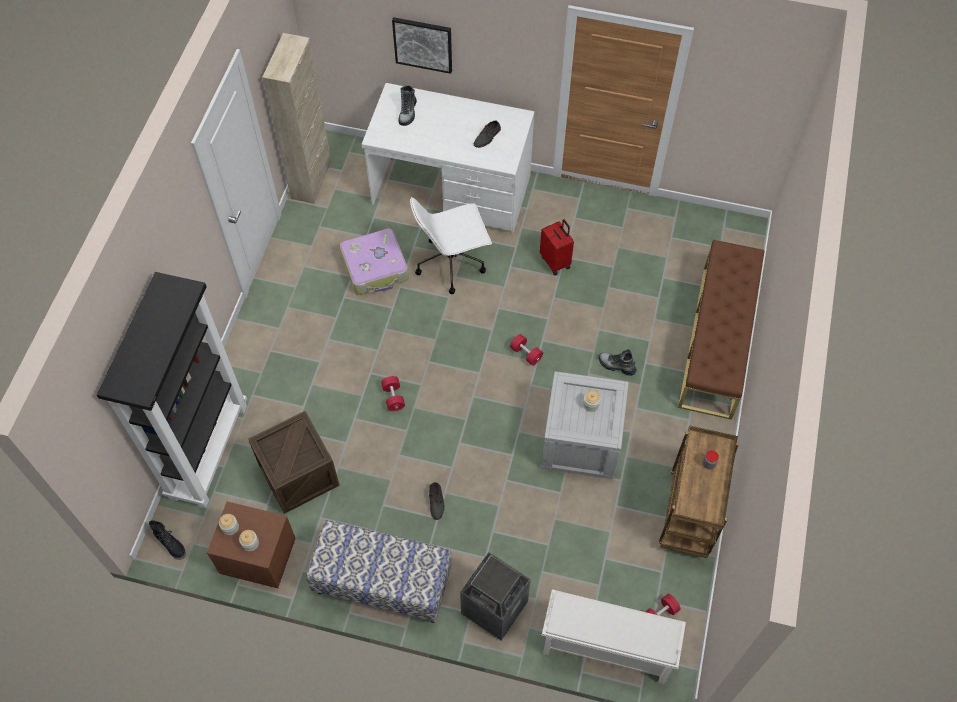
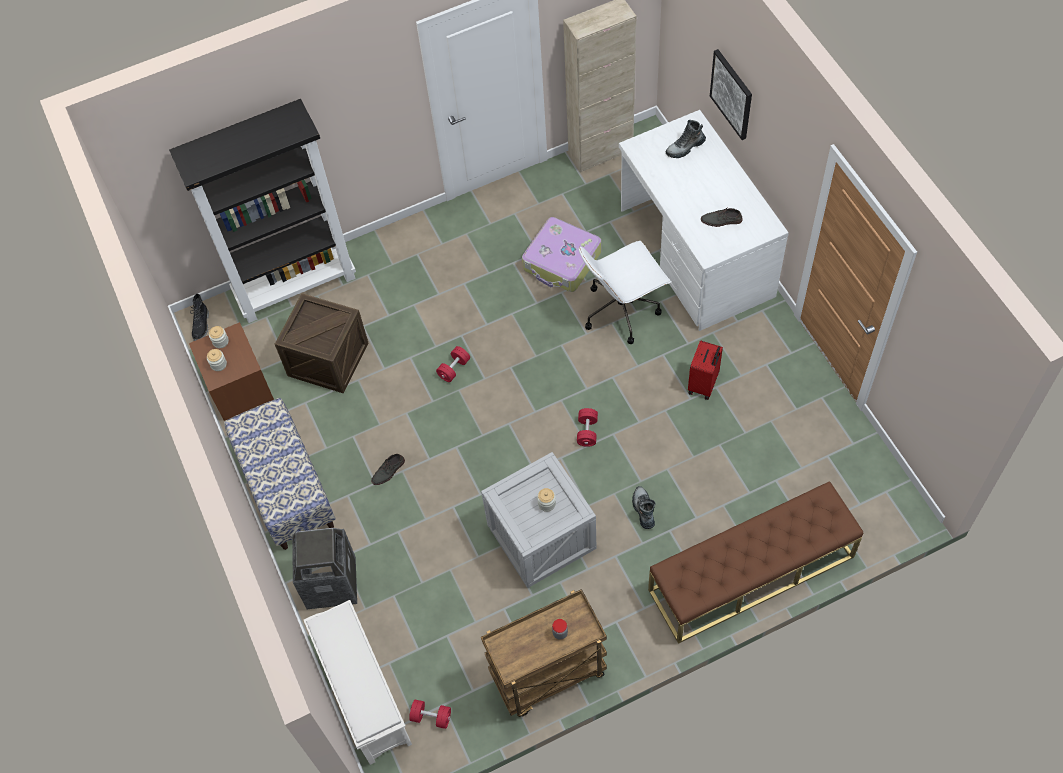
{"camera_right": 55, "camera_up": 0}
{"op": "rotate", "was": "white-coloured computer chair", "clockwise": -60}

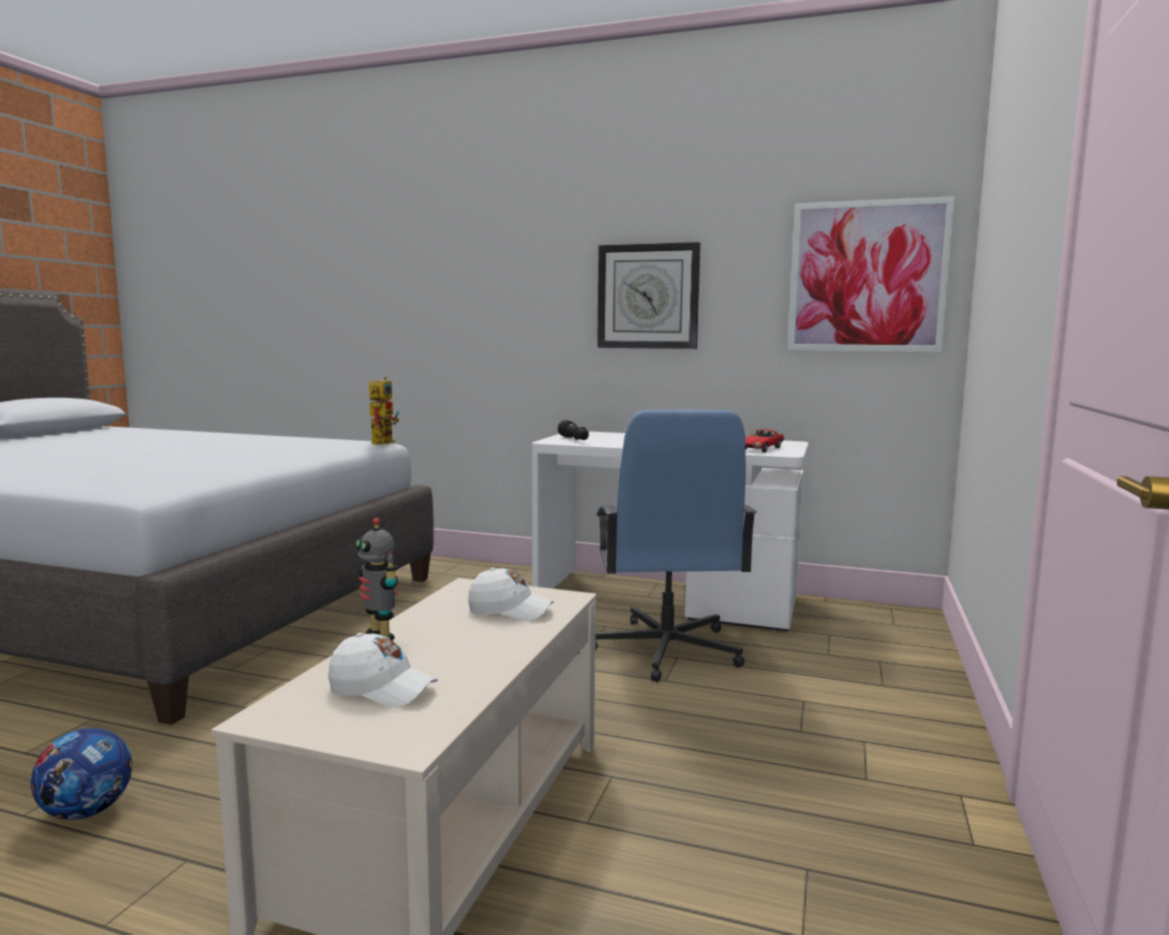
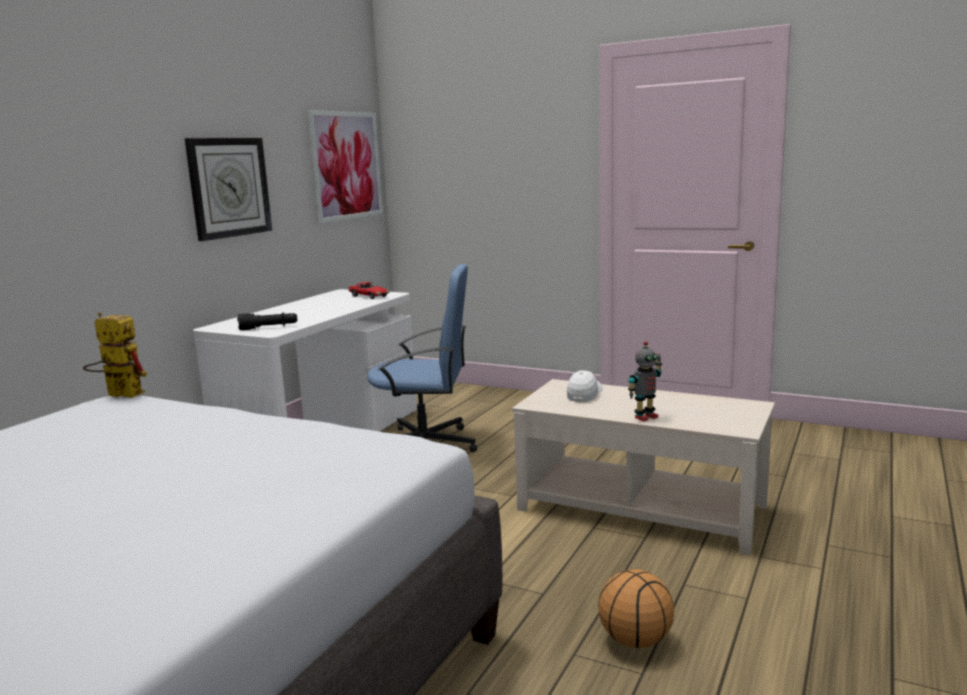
{"camera_right": -80, "camera_up": 5}
{"op": "replace", "was": "ball for football", "now": "basketball ball"}
{"op": "delete", "was": "white-coloured cap (1st from left)"}

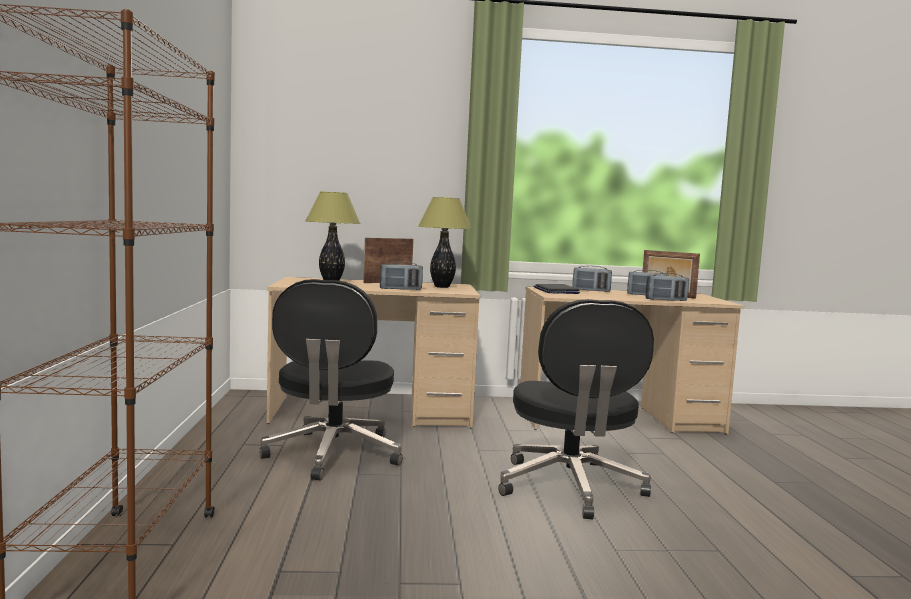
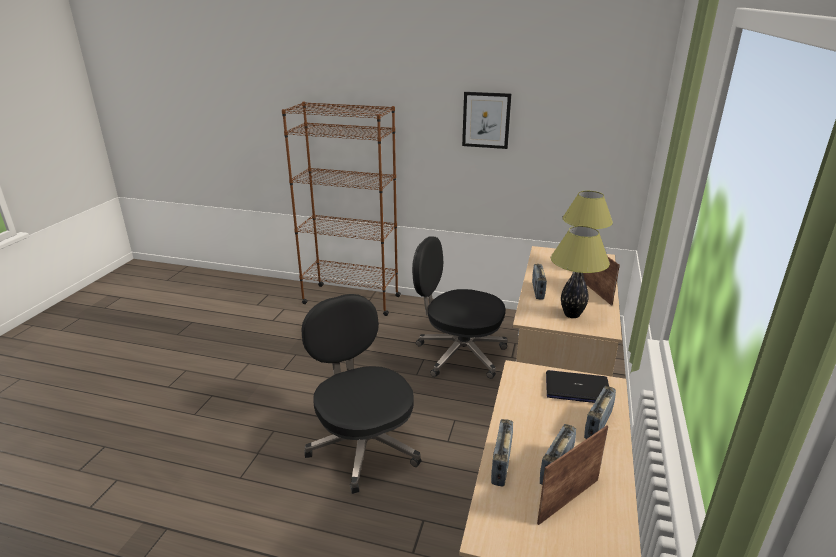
{"camera_right": 110, "camera_up": 20}
{"op": "rotate", "was": "blackish computer chair (2nd from left in the first image)", "clockwise": 45}
{"op": "insert", "now": "picture"}

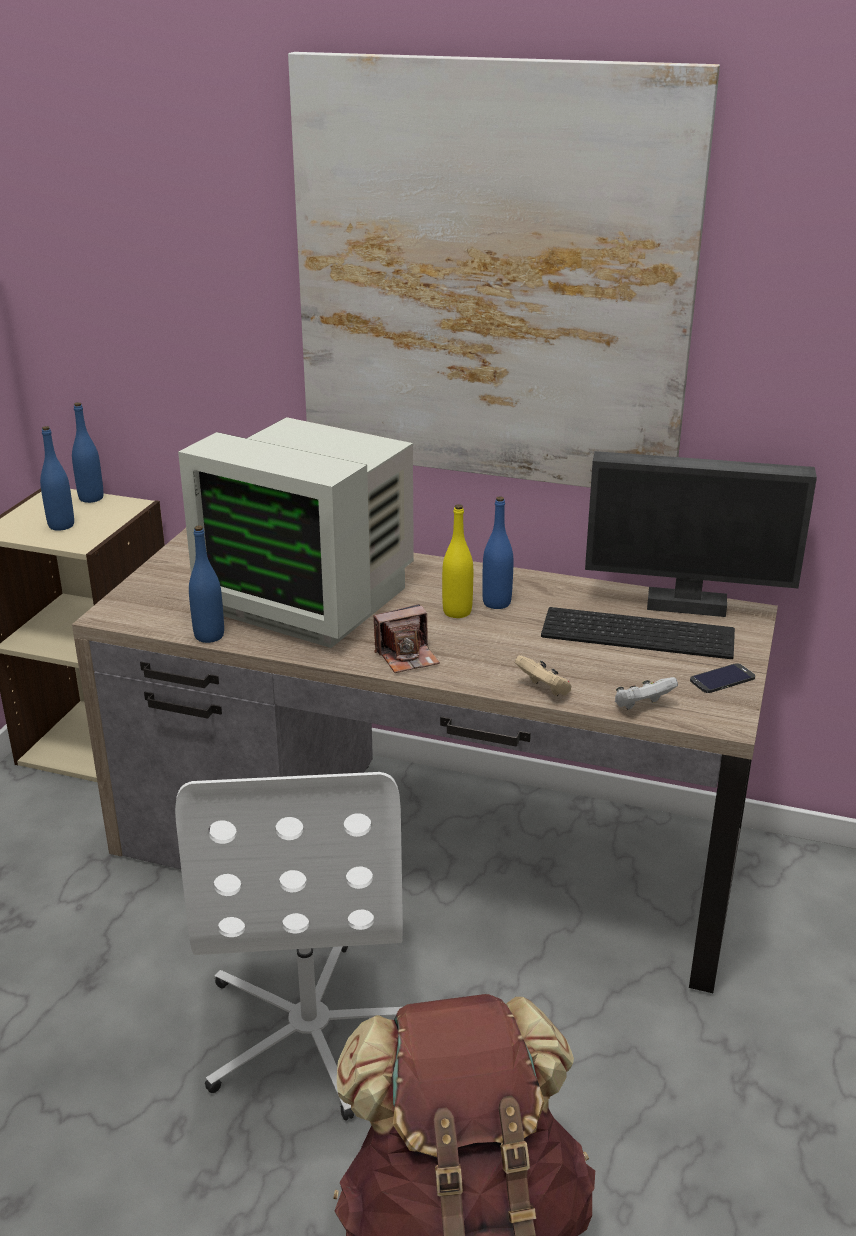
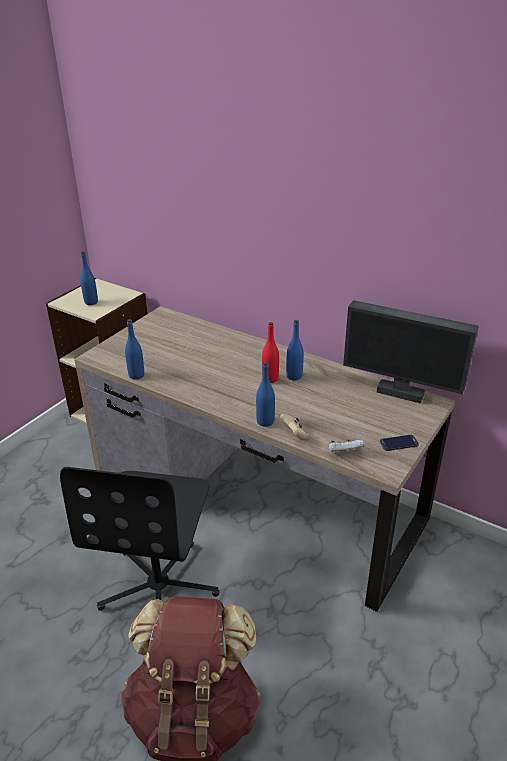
{"camera_right": 15, "camera_up": 5}
{"op": "move", "was": "blue-coloured bottle (2nd from left in the first image)", "now": "blue-coloured bottle (3rd from left)"}
{"op": "recolor", "was": "white-coloured computer chair", "now": "blackish computer chair"}
{"op": "delete", "was": "computer screen (1st from left)"}
{"op": "delete", "was": "picture"}
{"op": "delete", "was": "still camera"}
{"op": "recolor", "was": "yellow bottle", "now": "reddish bottle"}
{"op": "delete", "was": "computer keyboard"}

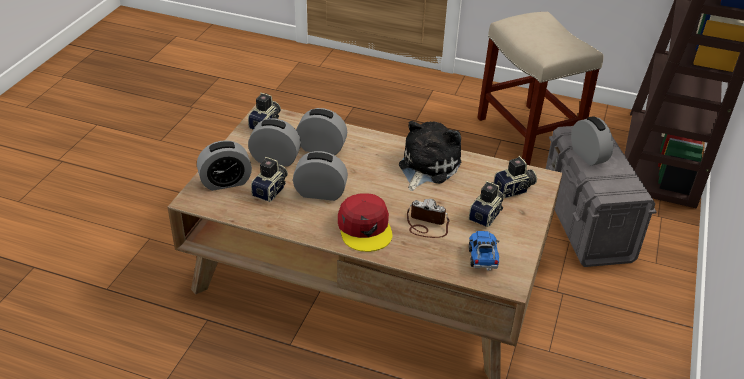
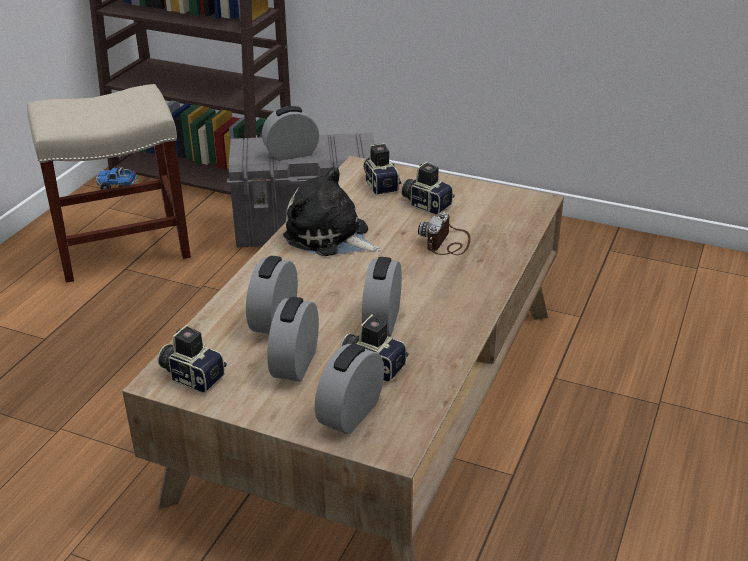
{"camera_right": -85, "camera_up": -5}
{"op": "rotate", "was": "alarm clock (1st from left in the first image)", "clockwise": -135}
{"op": "delete", "was": "reddish cap"}
{"op": "move", "was": "toy truck"}

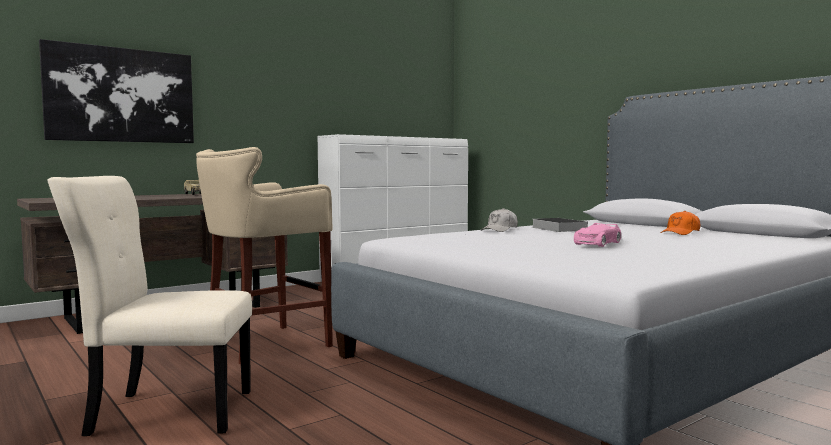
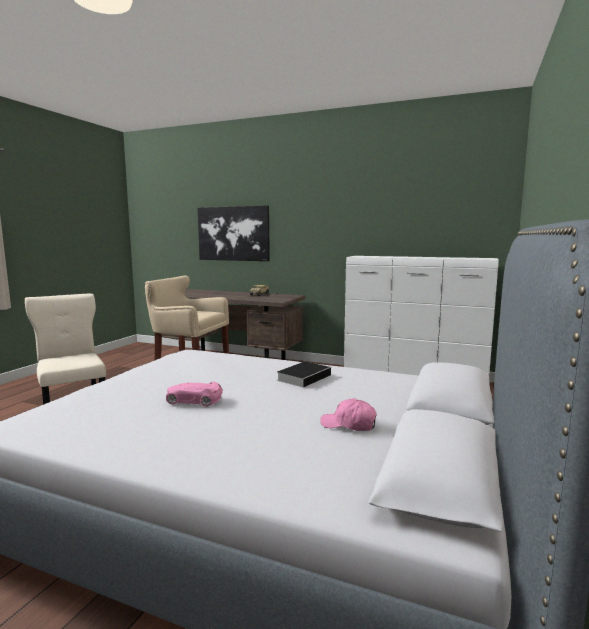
{"camera_right": 60, "camera_up": 5}
{"op": "delete", "was": "white-coloured cap"}
{"op": "recolor", "was": "orange cap", "now": "pinkish cap"}

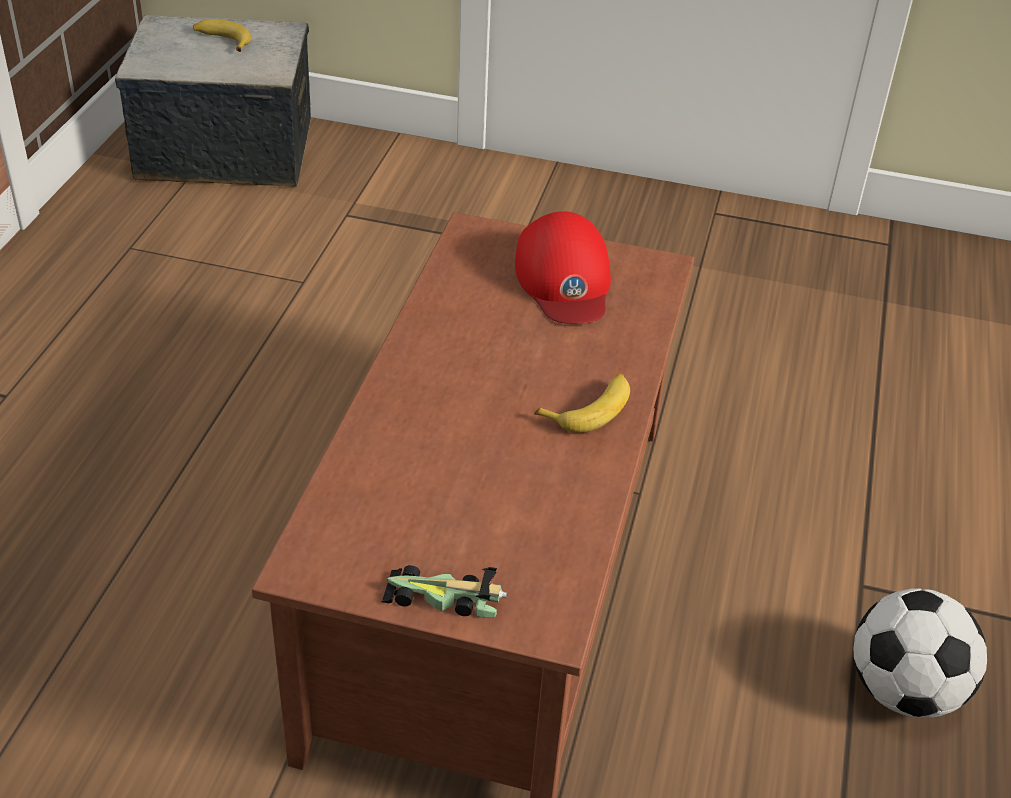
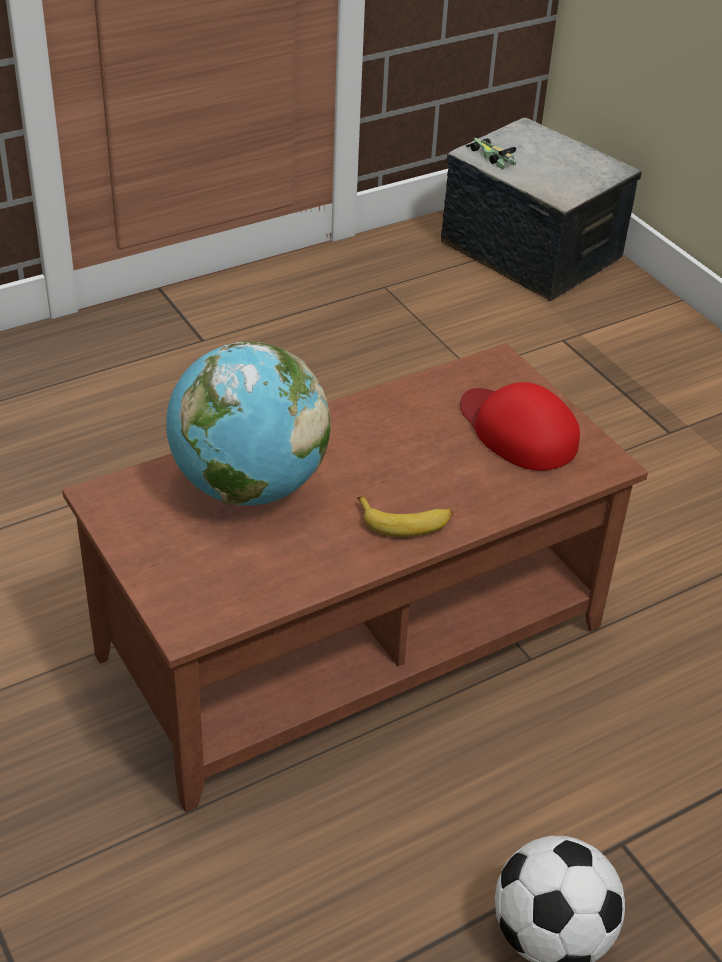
{"camera_right": 45, "camera_up": 0}
{"op": "delete", "was": "whole banana (1st from left)"}
{"op": "move", "was": "model car"}
{"op": "rotate", "was": "reddish cap", "clockwise": 105}
{"op": "insert", "now": "desk globe"}

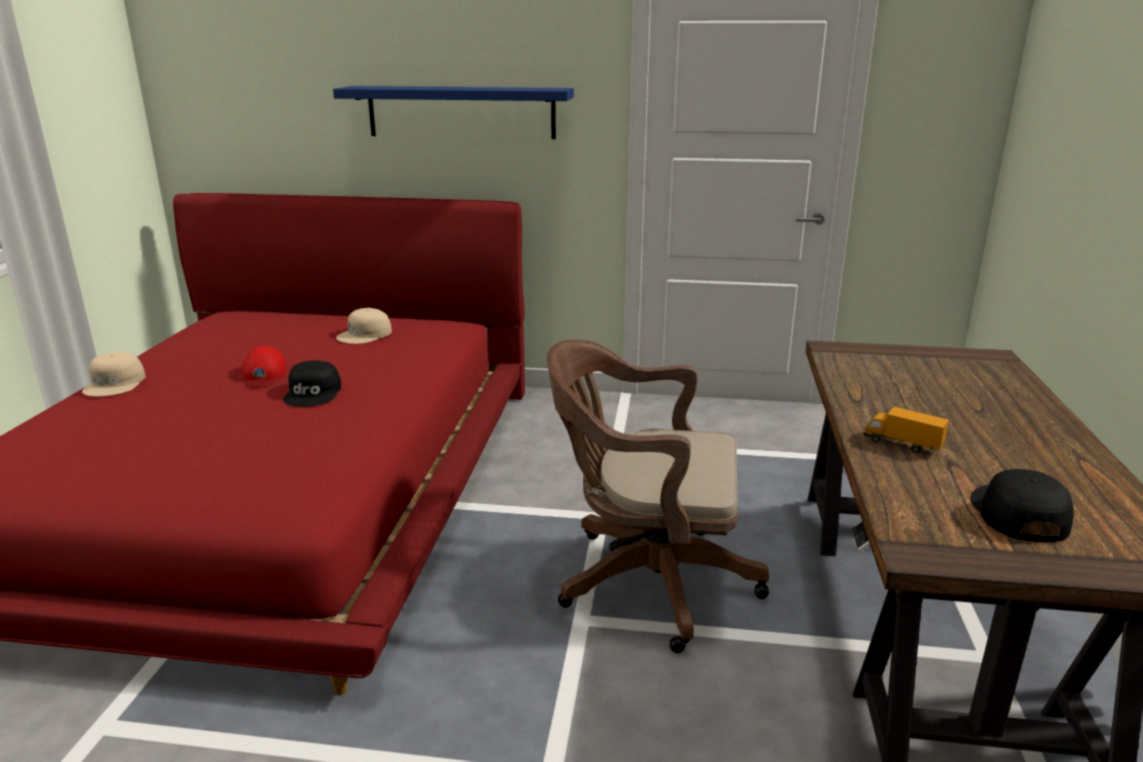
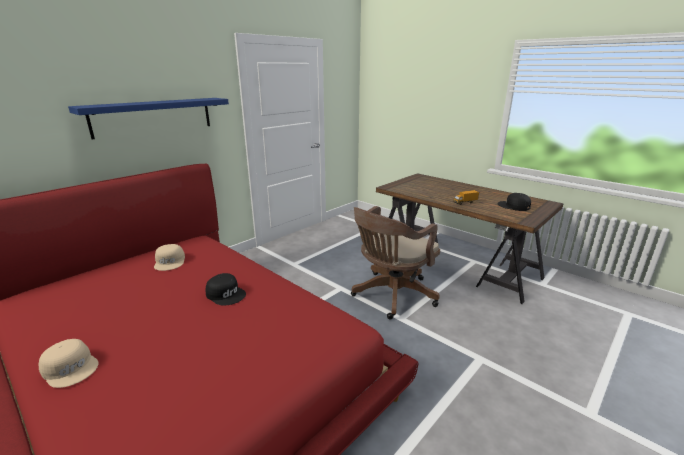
{"camera_right": -55, "camera_up": 0}
{"op": "delete", "was": "reddish cap"}

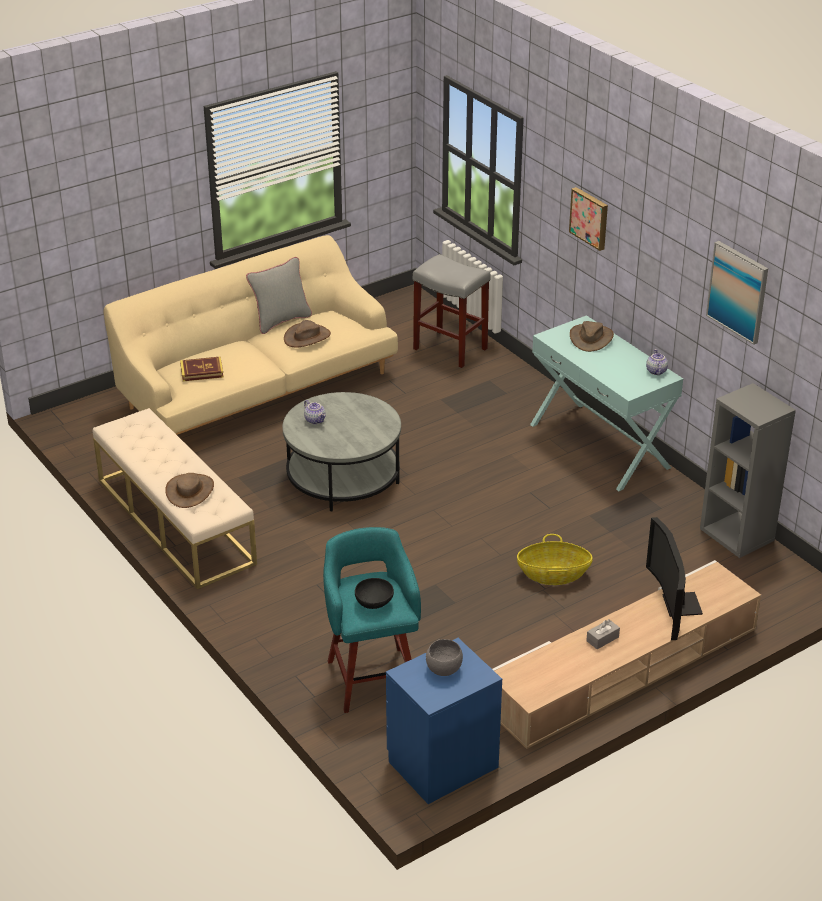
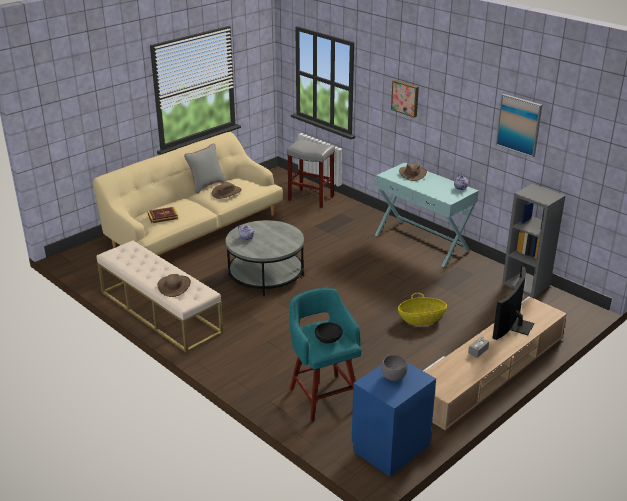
{"camera_right": -10, "camera_up": -5}
{"op": "rotate", "was": "TV", "clockwise": 45}

